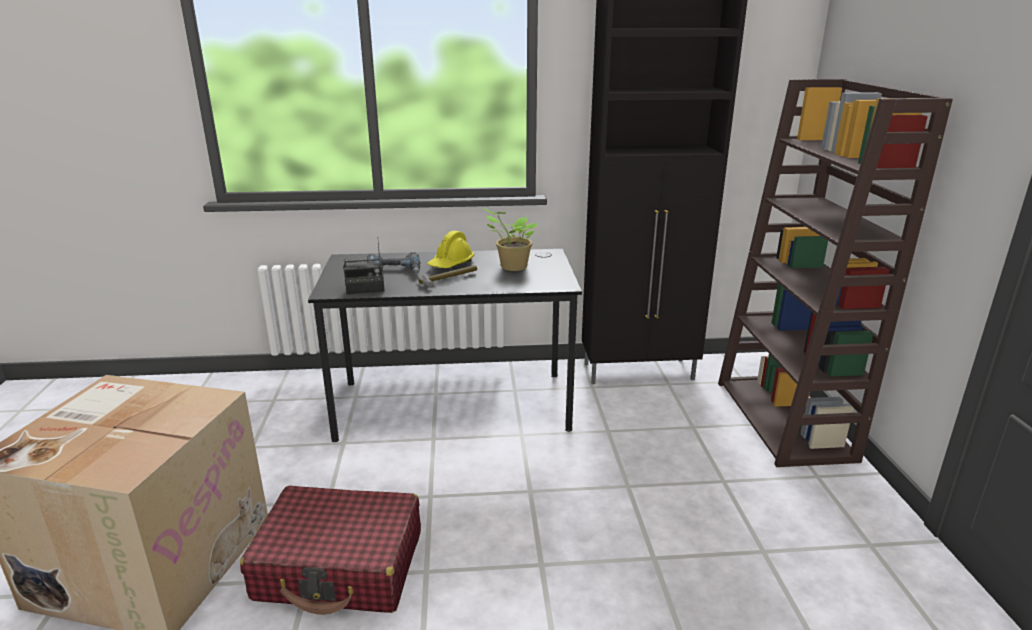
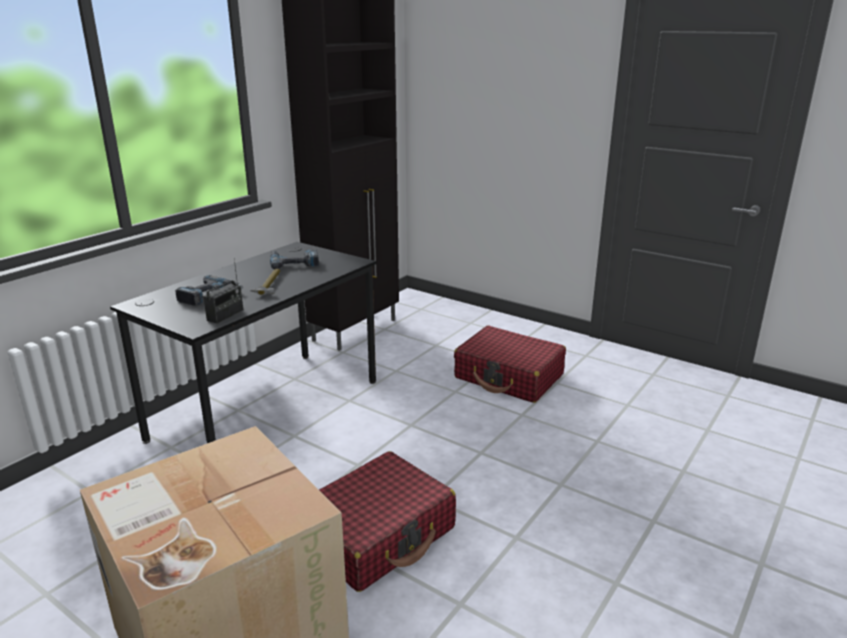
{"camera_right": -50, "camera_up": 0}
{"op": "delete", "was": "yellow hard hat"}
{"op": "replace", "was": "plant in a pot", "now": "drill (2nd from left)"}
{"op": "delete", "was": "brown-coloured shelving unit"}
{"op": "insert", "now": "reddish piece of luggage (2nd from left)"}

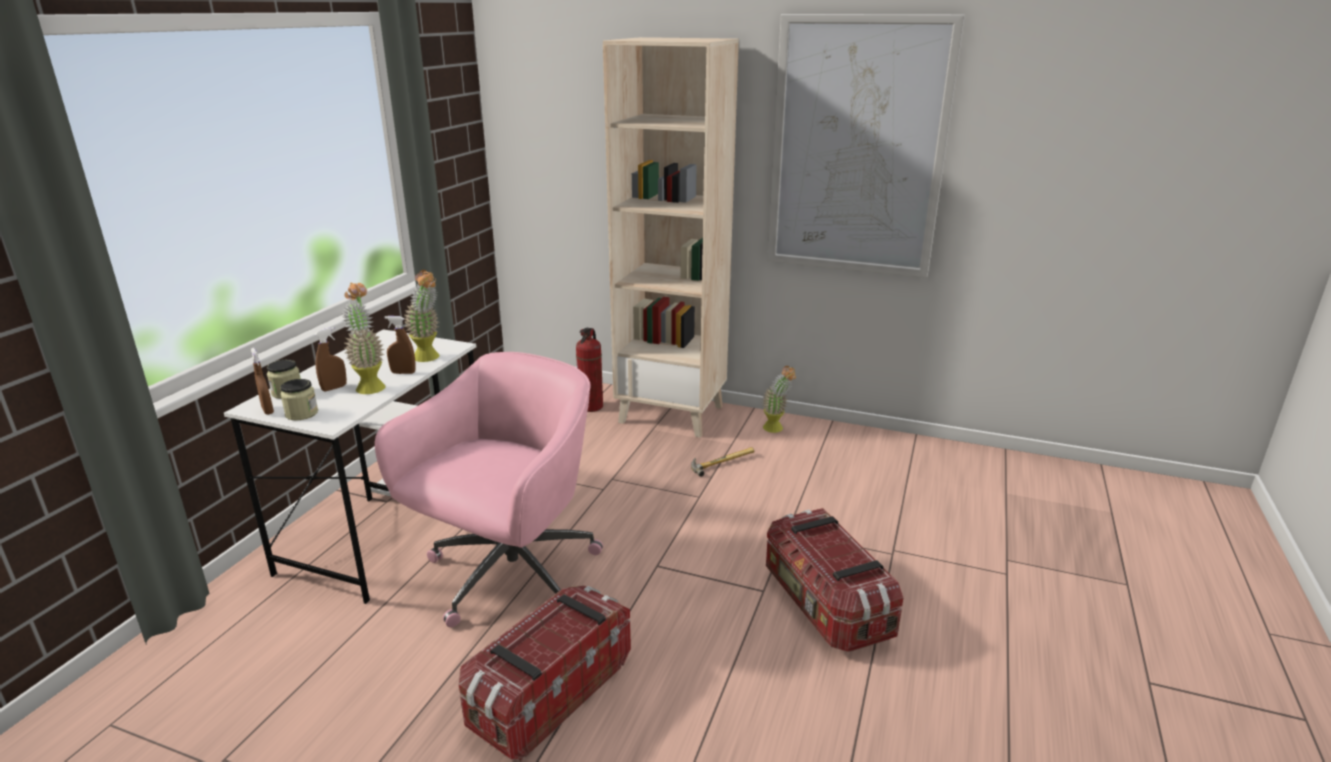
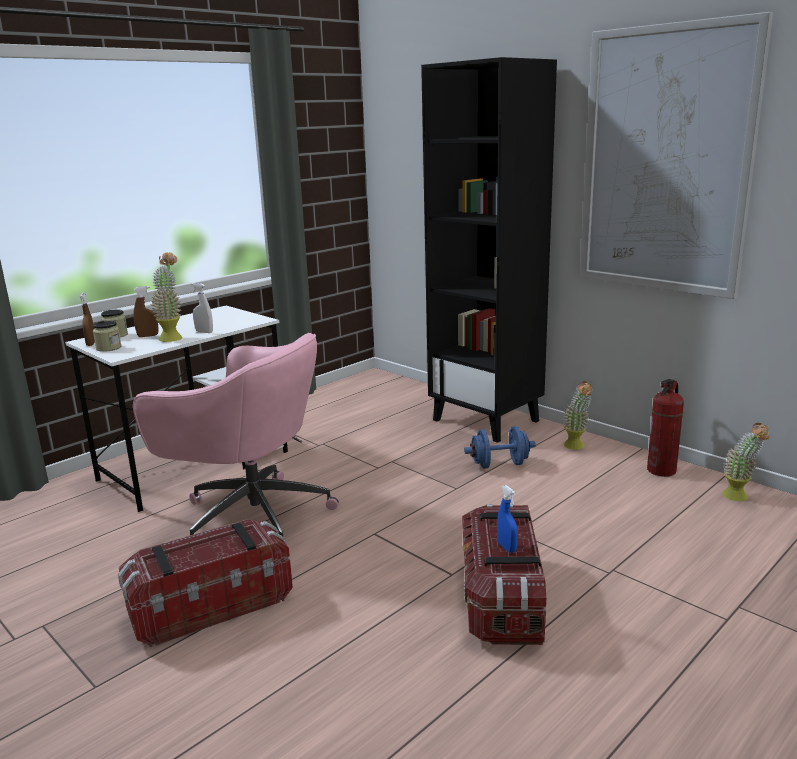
{"camera_right": 25, "camera_up": -5}
{"op": "rotate", "was": "pinkish computer chair", "clockwise": 60}
{"op": "recolor", "was": "brown-coloured hand sprayer (3rd from left)", "now": "white-coloured hand sprayer"}
{"op": "move", "was": "plant in a pot (2nd from left in the first image)", "now": "plant in a pot (3rd from left)"}
{"op": "move", "was": "extinguisher"}
{"op": "recolor", "was": "beige-coloured shelving unit", "now": "blackish shelving unit"}
{"op": "replace", "was": "tool hammer", "now": "blue-coloured free weight"}
{"op": "insert", "now": "blue-coloured hand sprayer"}

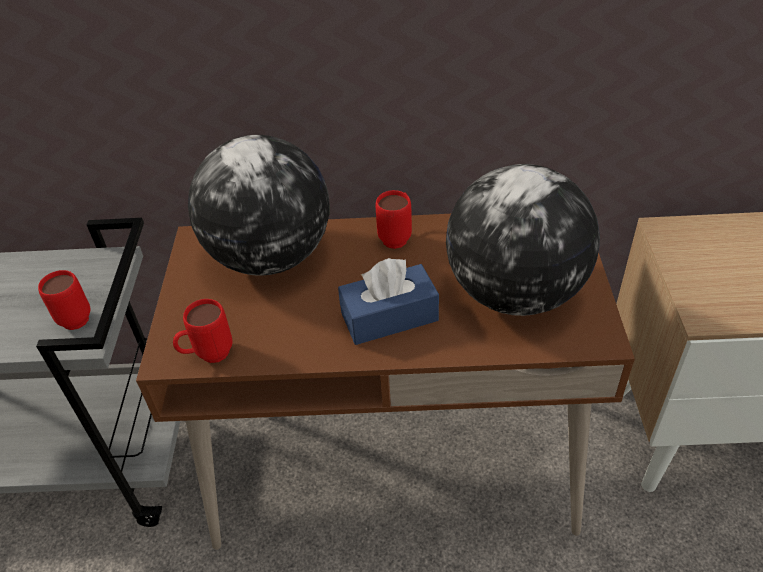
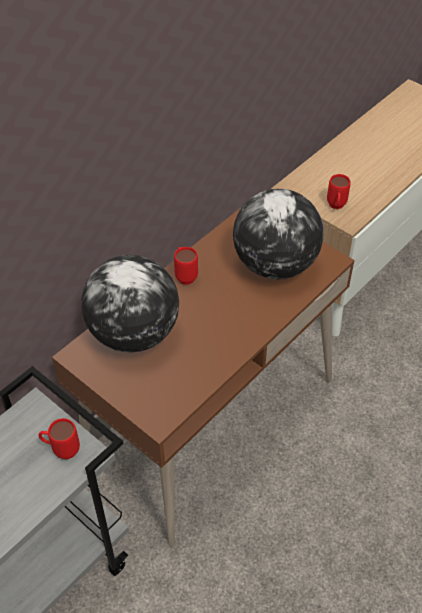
{"camera_right": -50, "camera_up": 5}
{"op": "move", "was": "reddish mug (2nd from left in the first image)", "now": "reddish mug (3rd from left)"}
{"op": "delete", "was": "blue-coloured tissue holder"}

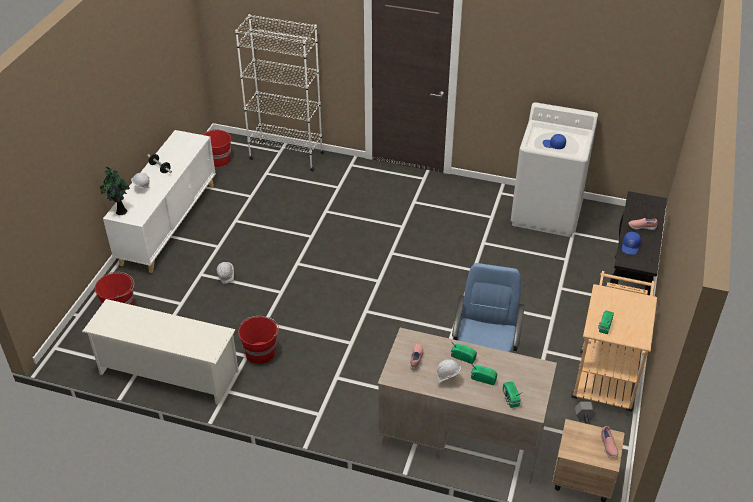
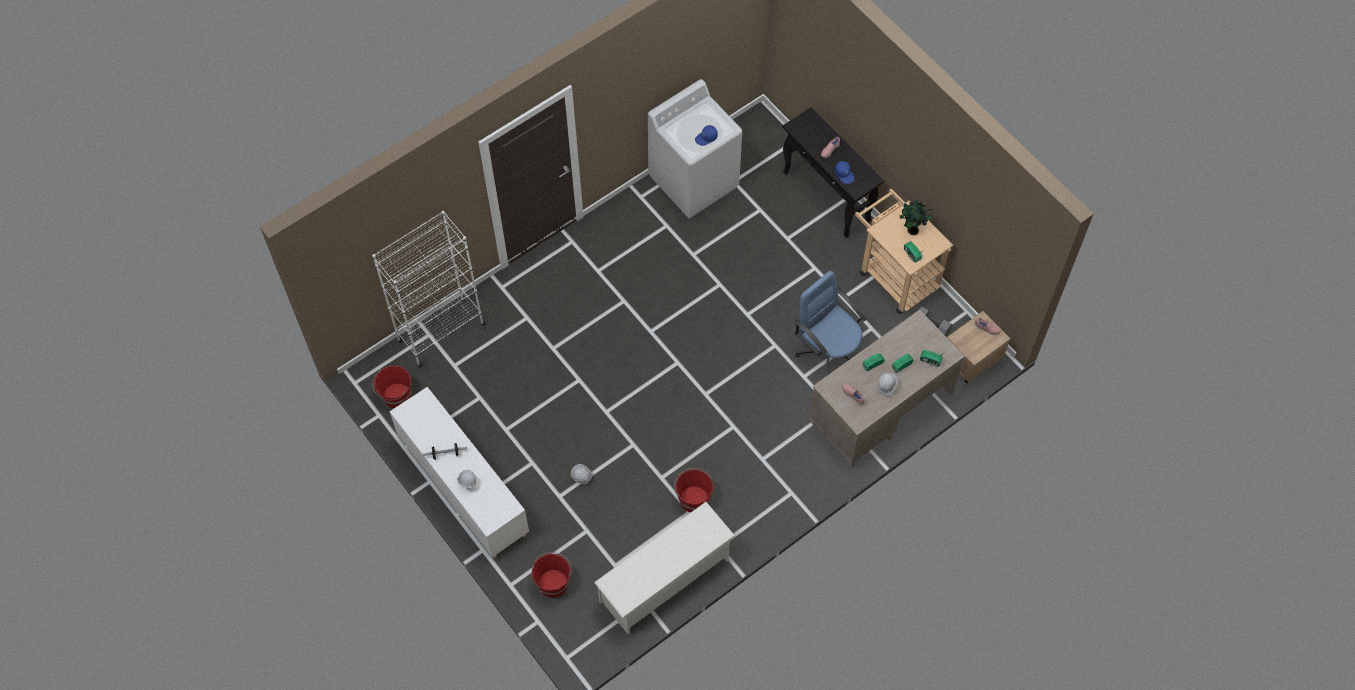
{"camera_right": -55, "camera_up": 20}
{"op": "move", "was": "plant in a pot"}

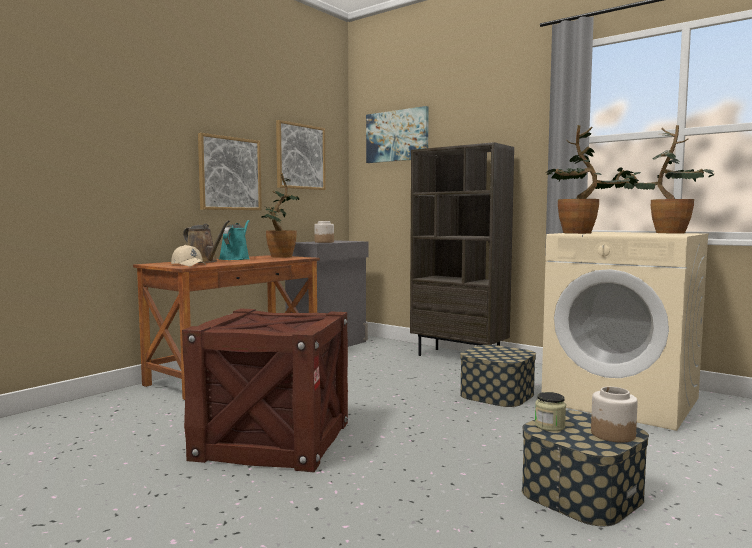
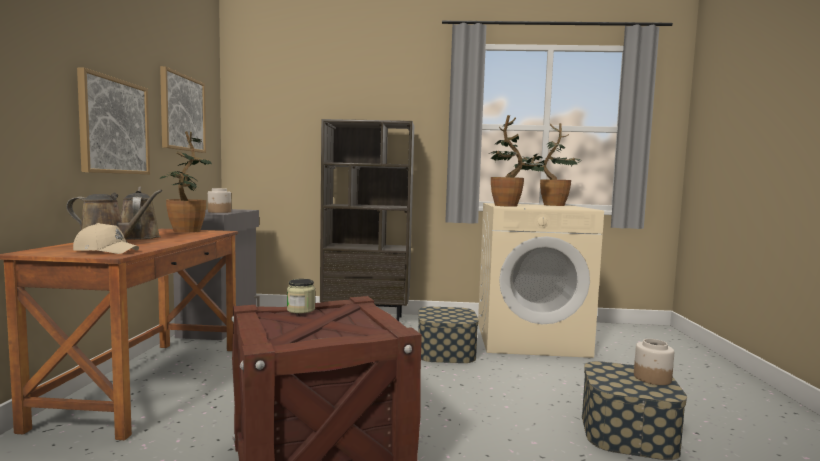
{"camera_right": -35, "camera_up": 0}
{"op": "recolor", "was": "turquoise watering can", "now": "brown-coloured watering can (2nd from left)"}
{"op": "delete", "was": "picture (3rd from left)"}
{"op": "move", "was": "preserve jar (2nd from left)"}

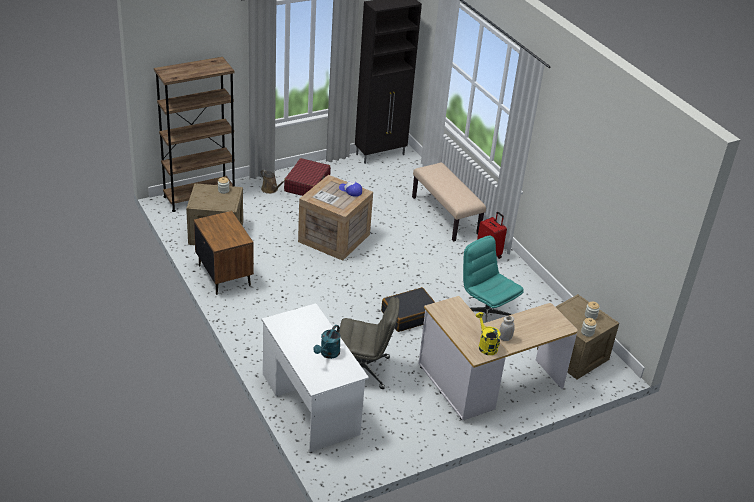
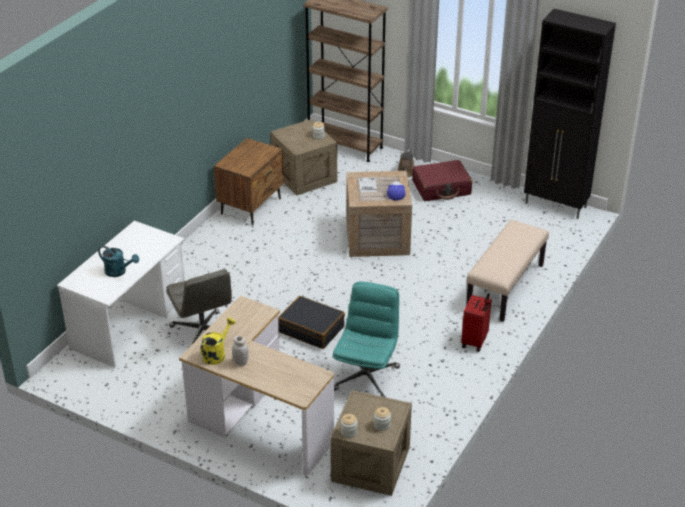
{"camera_right": 60, "camera_up": 0}
{"op": "rotate", "was": "turquoise watering can", "clockwise": -150}

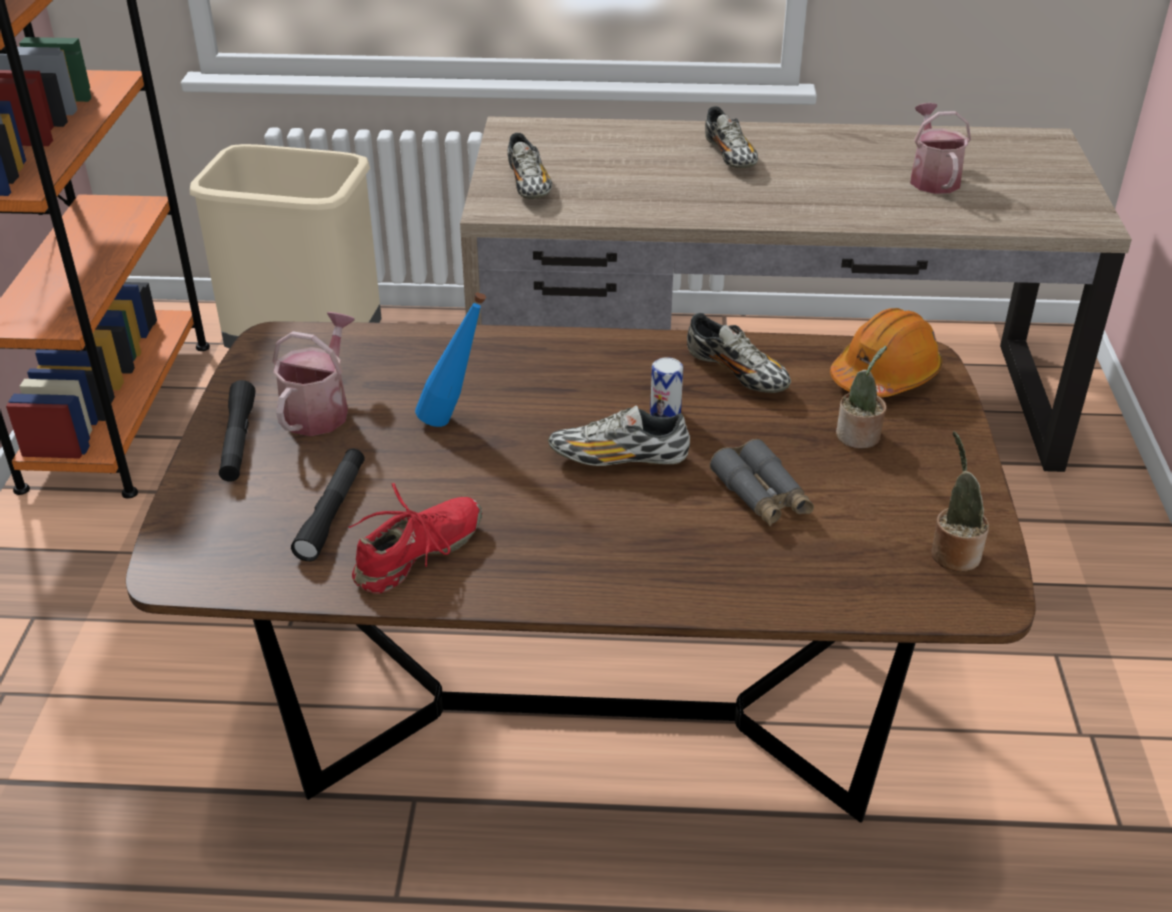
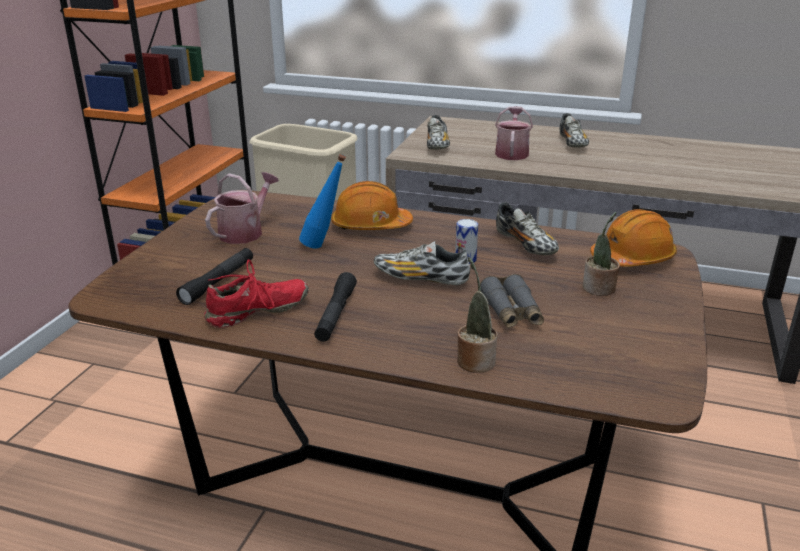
{"camera_right": 15, "camera_up": -10}
{"op": "move", "was": "blackish flashlight (1st from left in the first image)", "now": "blackish flashlight (2nd from left)"}
{"op": "move", "was": "watering can (2nd from left)"}
{"op": "move", "was": "plant in a pot (2nd from left in the first image)", "now": "plant in a pot (1st from left)"}
{"op": "insert", "now": "orange hard hat (1st from left)"}

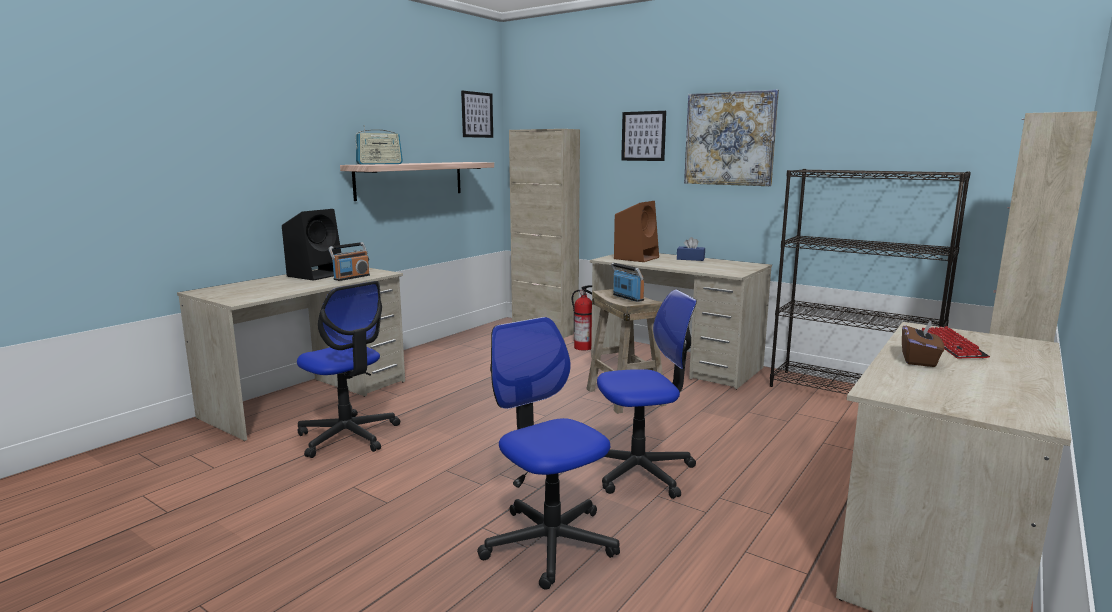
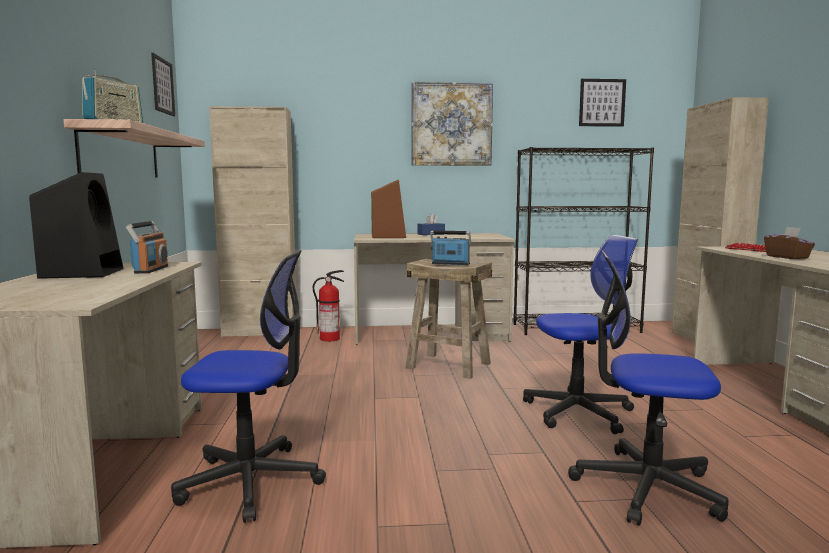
{"camera_right": -40, "camera_up": -5}
{"op": "rotate", "was": "computer chair (3rd from left in the first image)", "clockwise": 45}
{"op": "move", "was": "picture (2nd from left in the first image)", "now": "picture (3rd from left)"}

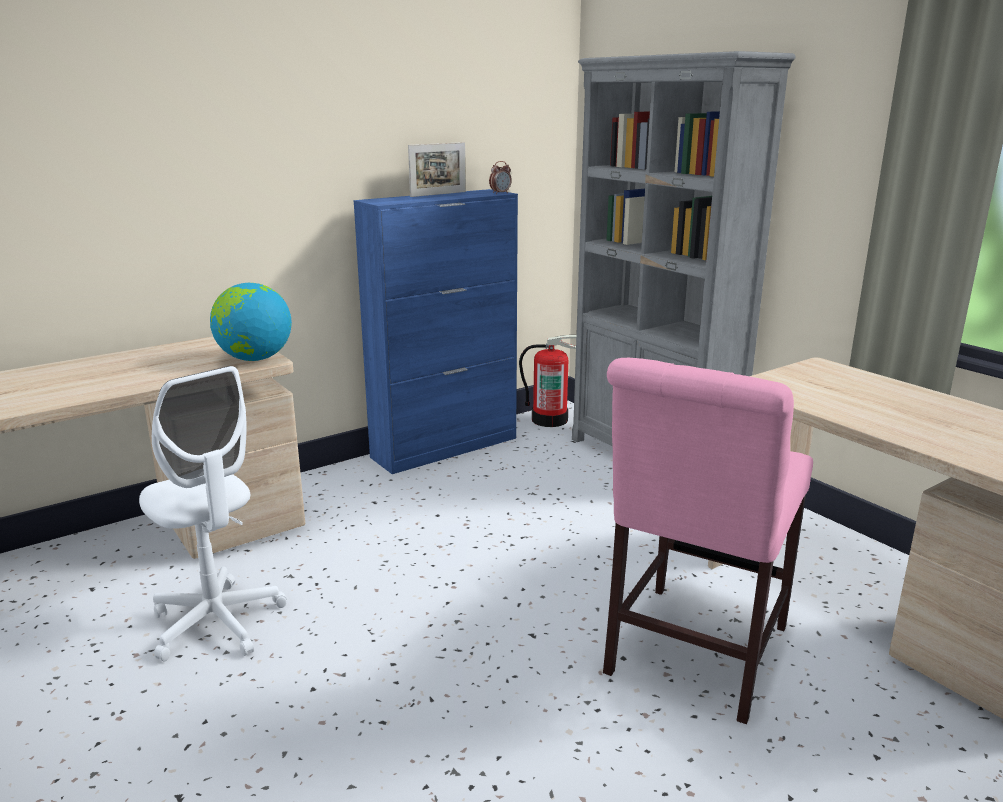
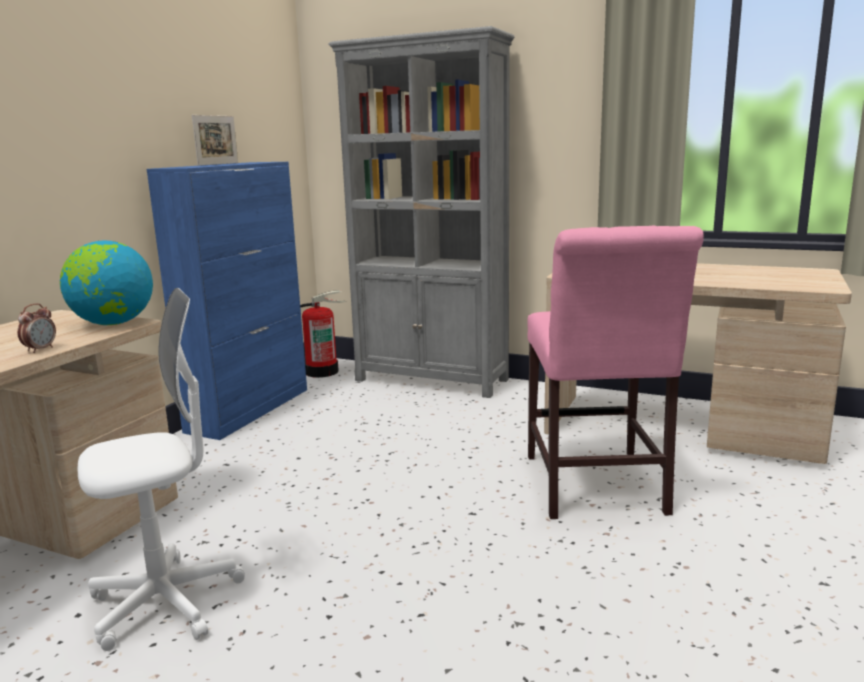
{"camera_right": -30, "camera_up": -5}
{"op": "rotate", "was": "white-coloured computer chair", "clockwise": -45}
{"op": "move", "was": "alarm clock"}

